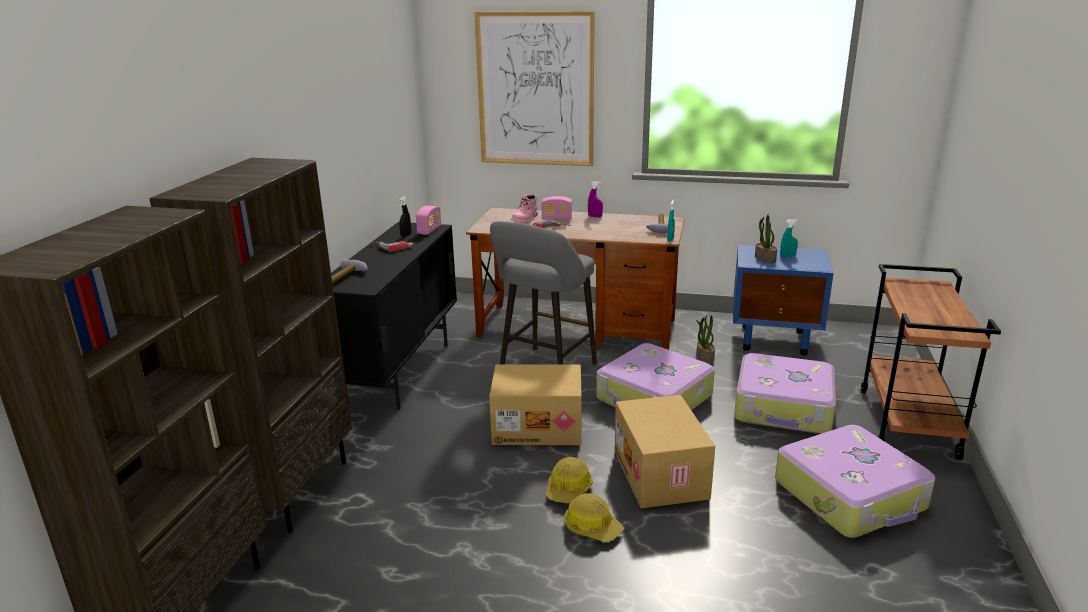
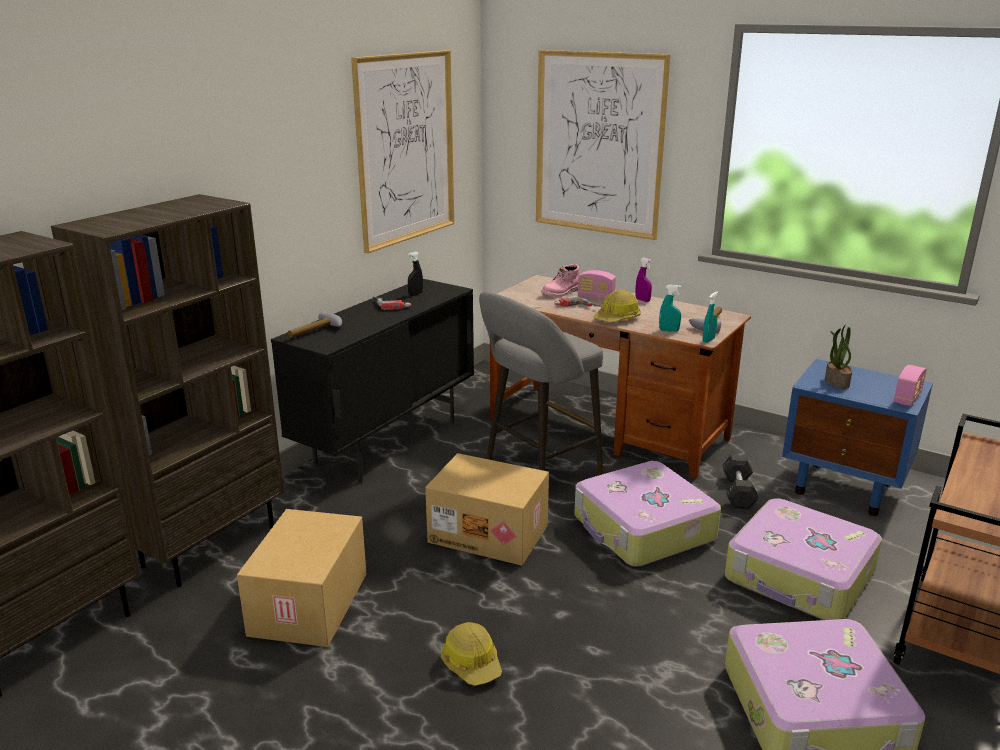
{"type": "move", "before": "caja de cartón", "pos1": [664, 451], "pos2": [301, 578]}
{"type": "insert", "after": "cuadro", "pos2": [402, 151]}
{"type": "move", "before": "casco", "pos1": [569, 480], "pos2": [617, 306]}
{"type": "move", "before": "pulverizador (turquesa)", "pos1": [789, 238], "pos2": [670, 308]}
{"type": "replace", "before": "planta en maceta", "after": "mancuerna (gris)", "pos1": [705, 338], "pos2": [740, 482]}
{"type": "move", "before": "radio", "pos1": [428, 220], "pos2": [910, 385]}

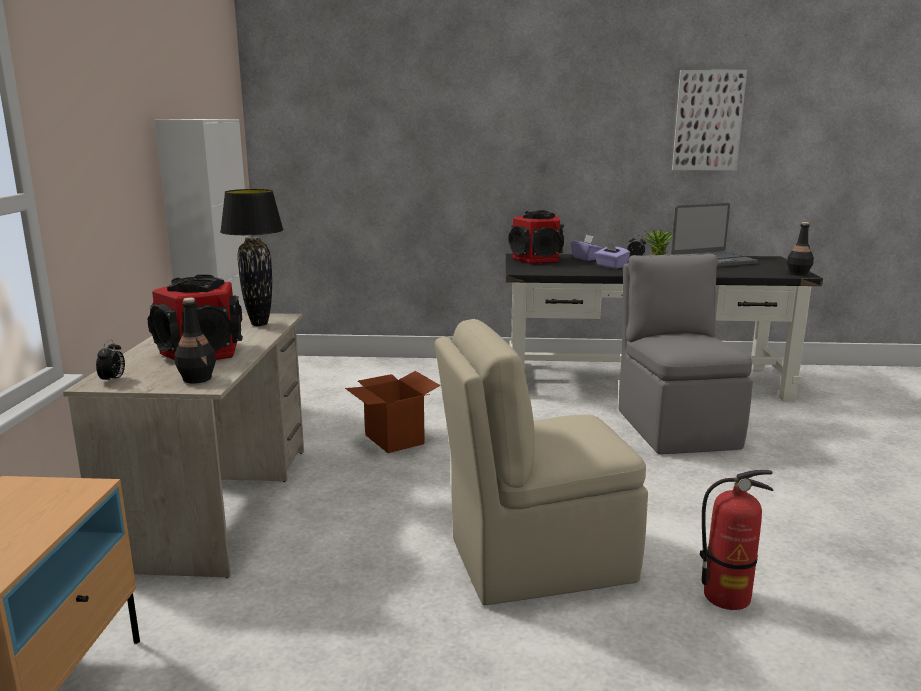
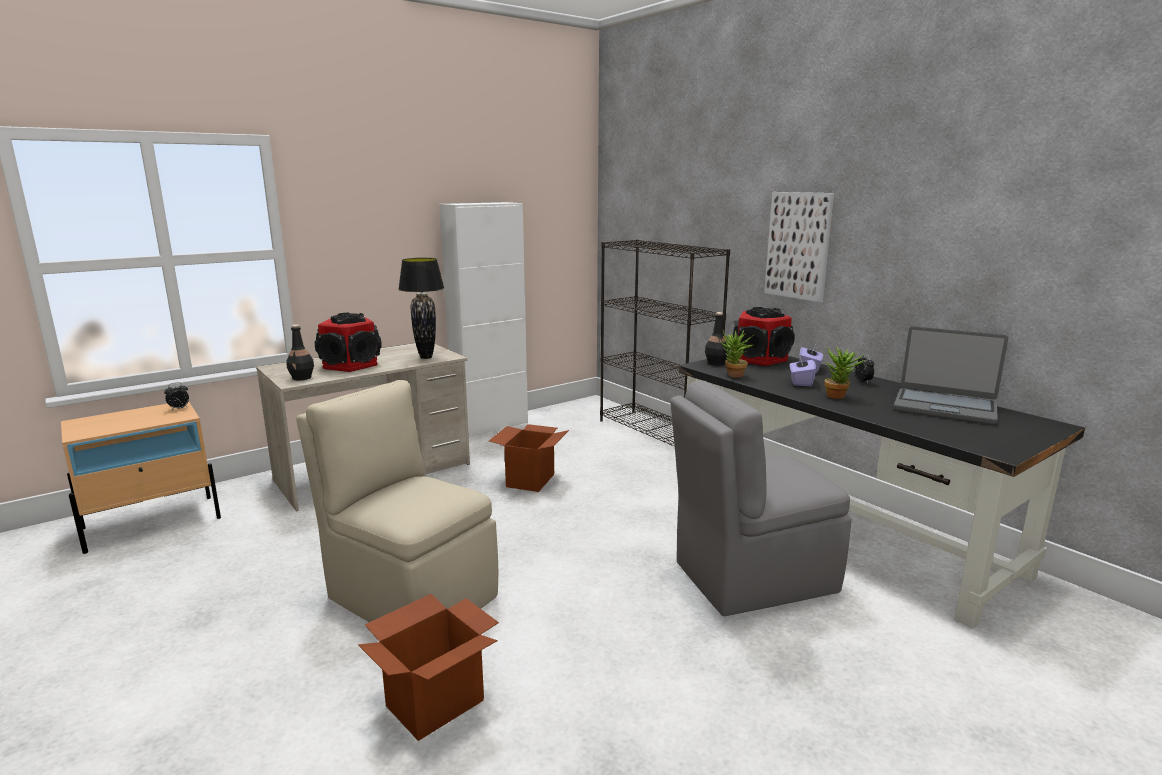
{"type": "move", "before": "despertador", "pos1": [110, 362], "pos2": [176, 396]}
{"type": "replace", "before": "extintor", "after": "caja de cartón", "pos1": [736, 540], "pos2": [428, 667]}
{"type": "insert", "after": "estantería (negro)", "pos2": [665, 343]}
{"type": "rotate", "before": "silla (gris)", "pos1": [686, 354], "pos2": [760, 498], "turn": -150}
{"type": "move", "before": "botella (negro)", "pos1": [800, 249], "pos2": [717, 338]}
{"type": "insert", "after": "planta en maceta", "pos2": [737, 354]}
{"type": "move", "before": "cuadro", "pos1": [709, 120], "pos2": [799, 247]}

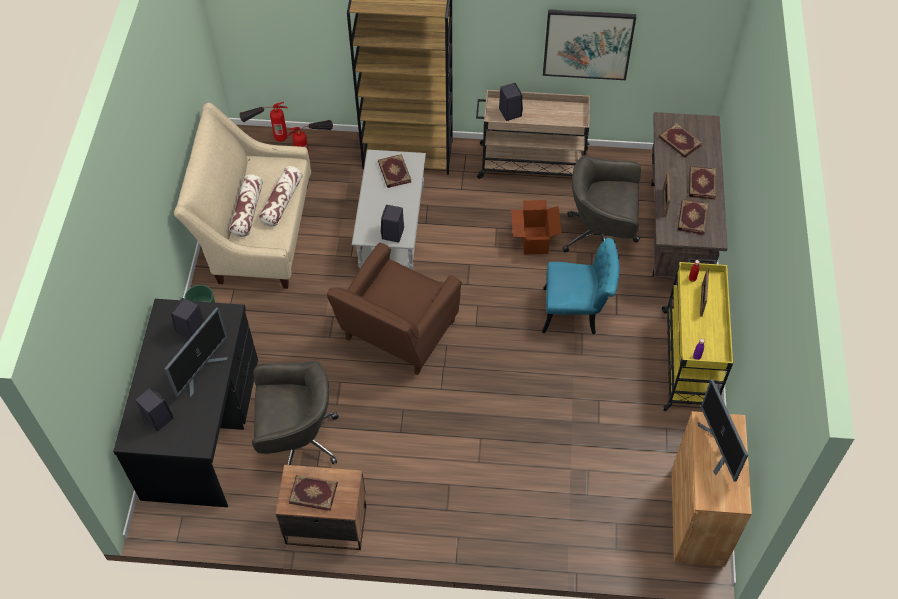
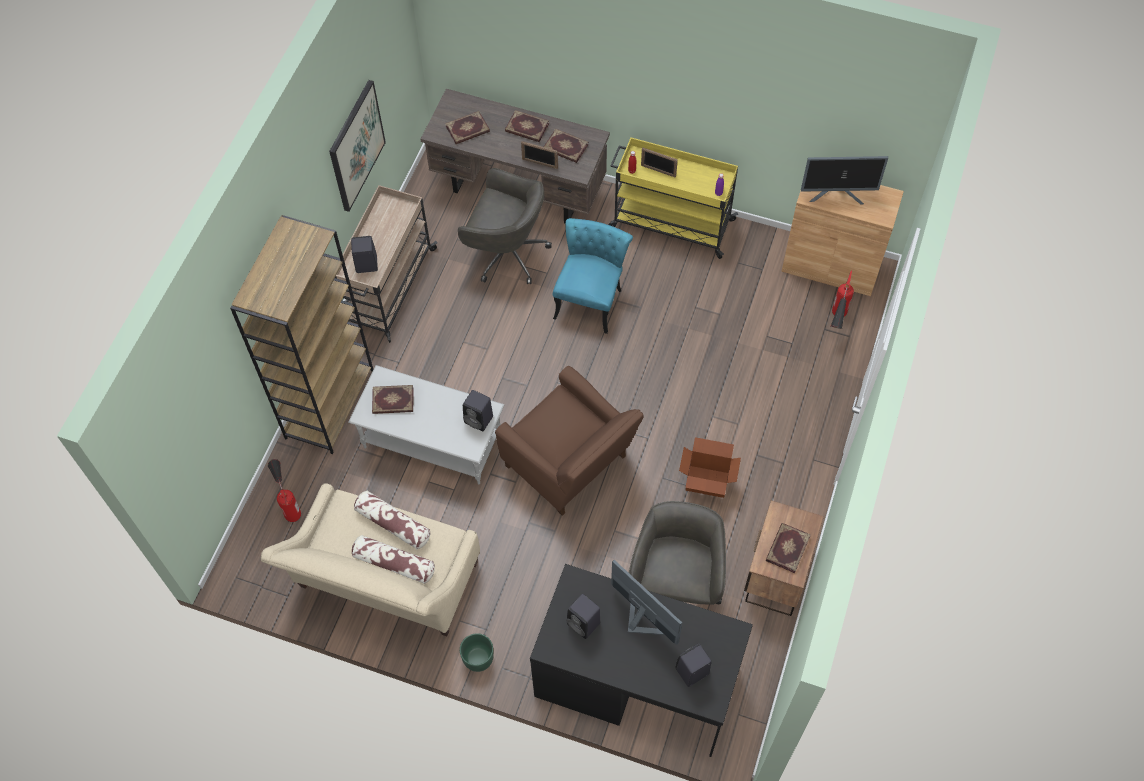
{"type": "rotate", "before": "silla de oficina (gris)", "pos1": [601, 204], "pos2": [505, 226], "turn": -90}
{"type": "move", "before": "caja de cartón", "pos1": [536, 227], "pos2": [710, 467]}
{"type": "move", "before": "extintor", "pos1": [263, 122], "pos2": [842, 300]}

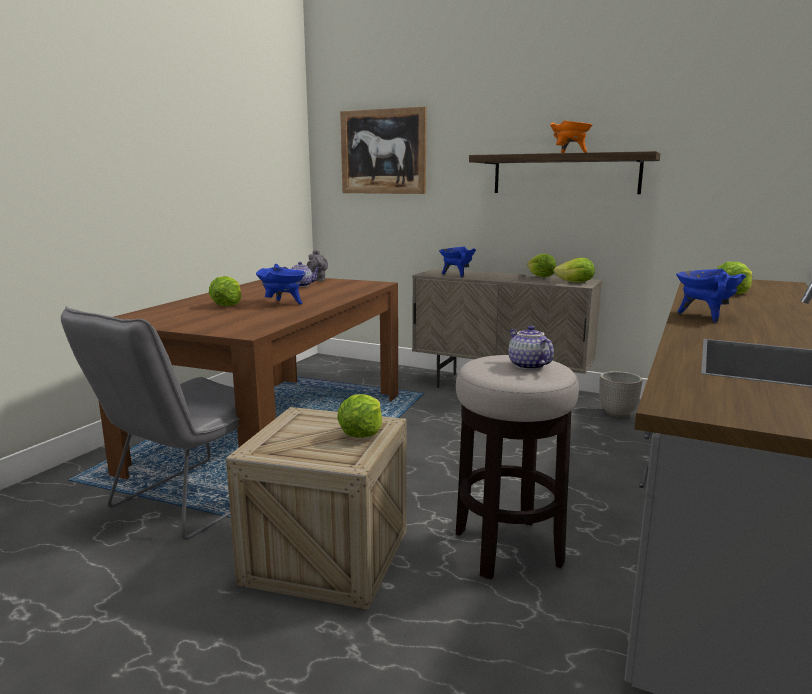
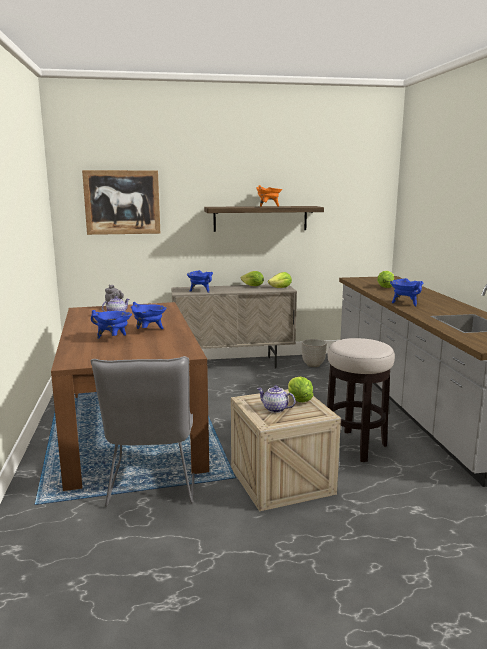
{"type": "replace", "before": "lechuga", "after": "olla (azul)", "pos1": [225, 291], "pos2": [111, 324]}
{"type": "move", "before": "tetera", "pos1": [531, 347], "pos2": [276, 399]}

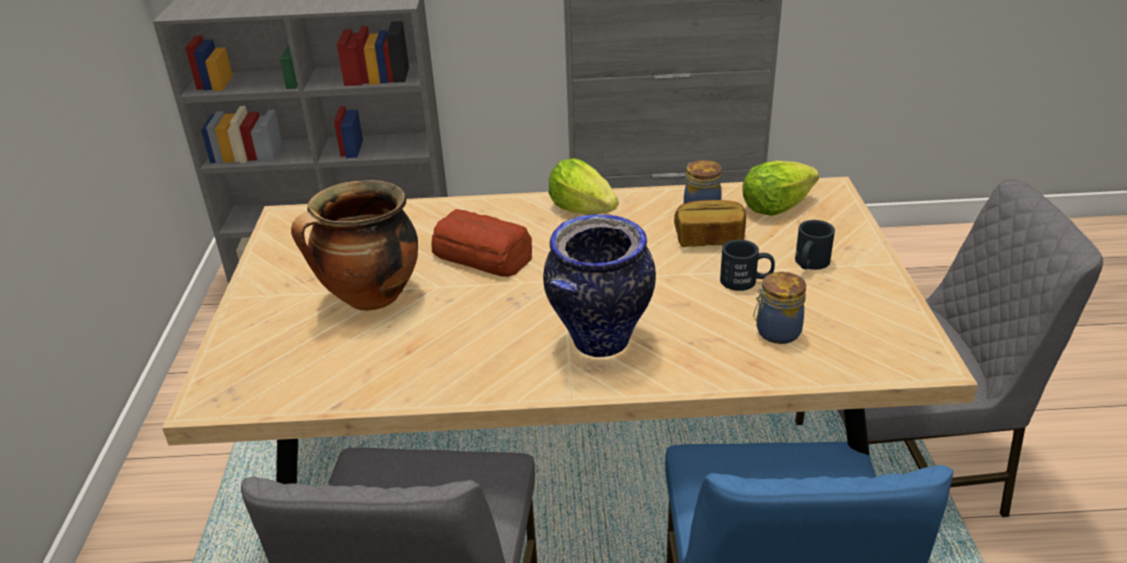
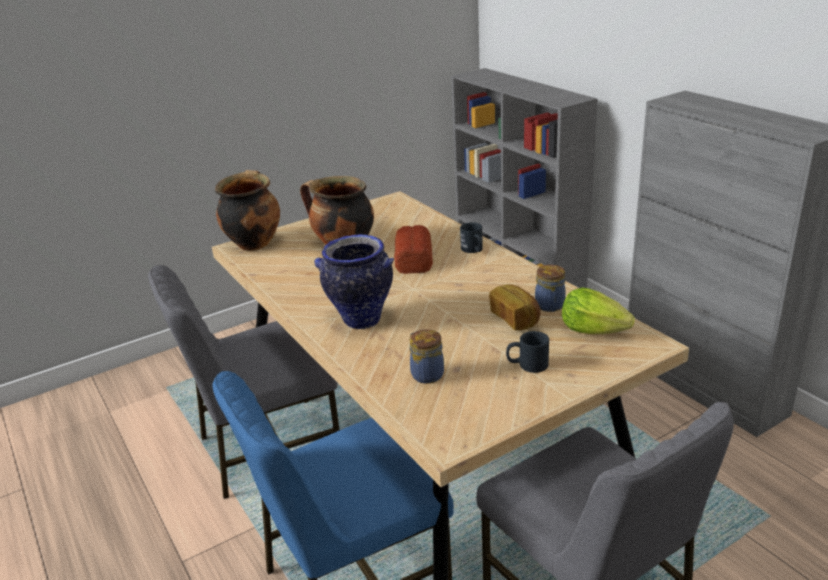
{"type": "insert", "after": "olla", "pos2": [247, 210]}
{"type": "move", "before": "taza grande (negro)", "pos1": [747, 265], "pos2": [471, 237]}
{"type": "delete", "before": "lechuga", "pos1": [583, 186]}

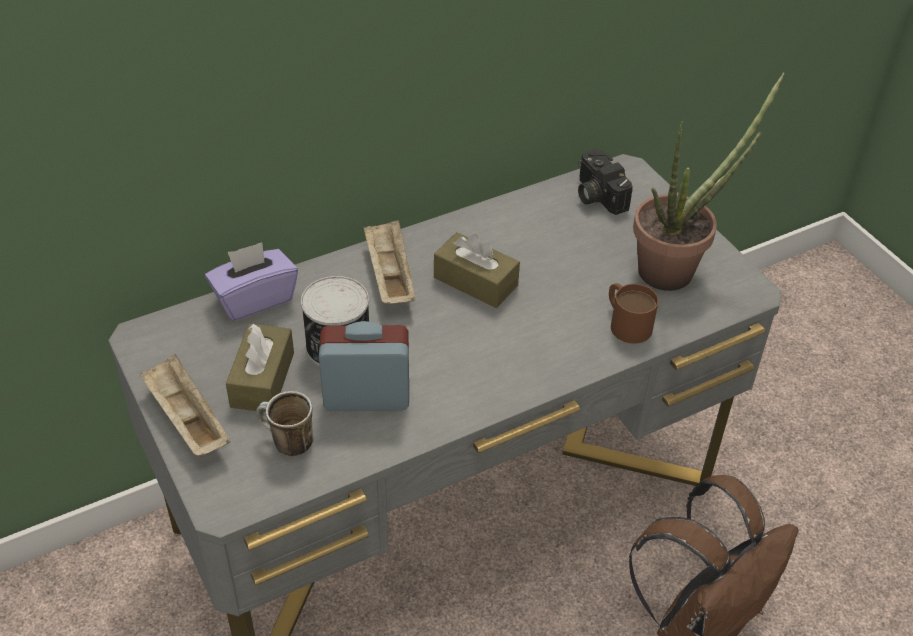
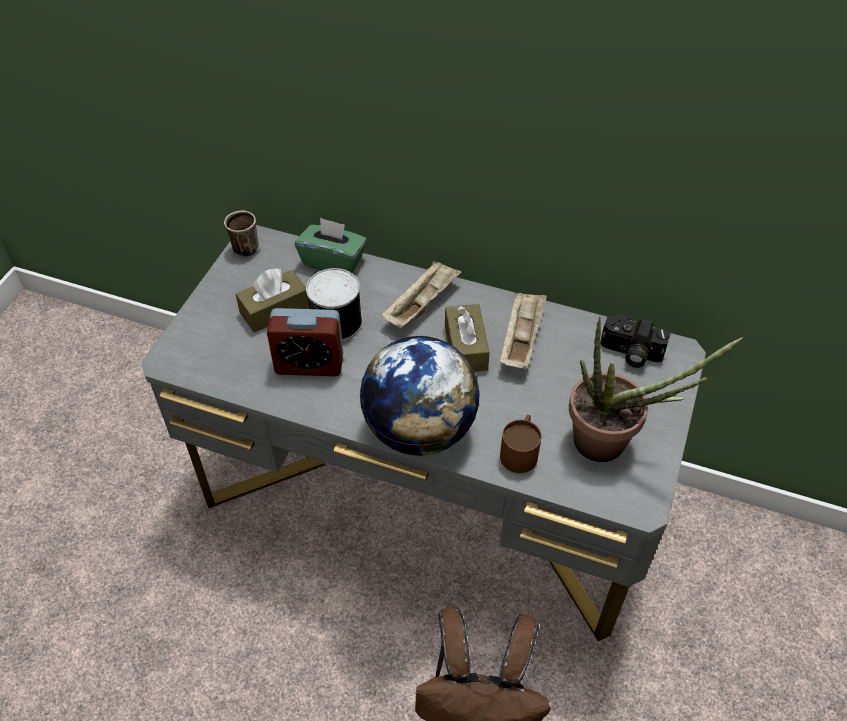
{"type": "move", "before": "taza grande", "pos1": [285, 424], "pos2": [241, 233]}
{"type": "rotate", "before": "despertador", "pos1": [364, 366], "pos2": [305, 342], "turn": 135}
{"type": "recolor", "before": "caja de pañuelos (morado)", "after": "caja de pañuelos (verde)", "pos1": [251, 281], "pos2": [331, 245]}
{"type": "insert", "after": "globo terráqueo", "pos2": [419, 396]}
{"type": "move", "before": "bandeja (beis)", "pos1": [185, 405], "pos2": [523, 330]}
{"type": "rotate", "before": "cámara", "pos1": [605, 182], "pos2": [635, 341], "turn": -90}

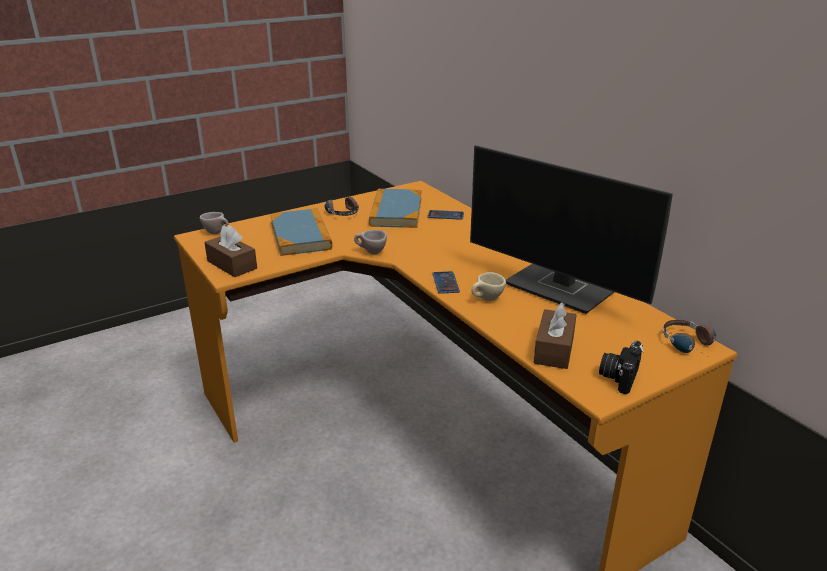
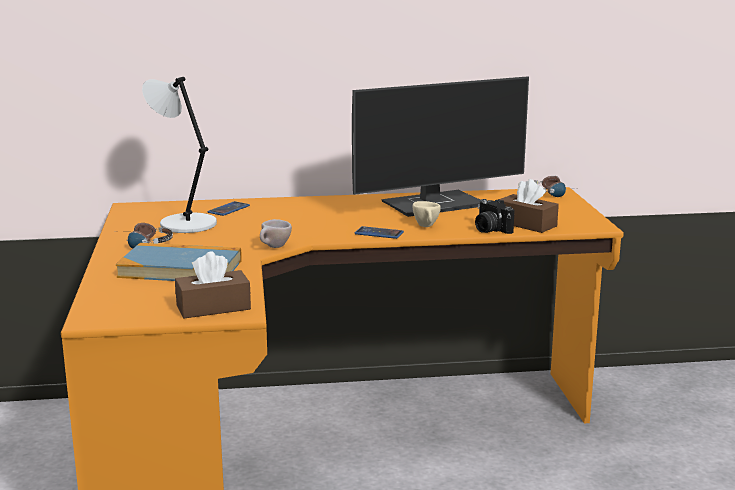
{"type": "replace", "before": "libro", "after": "lámpara de mesa (gris)", "pos1": [395, 208], "pos2": [179, 155]}
{"type": "move", "before": "cámara", "pos1": [621, 367], "pos2": [495, 216]}
{"type": "delete", "before": "taza (beis)", "pos1": [214, 223]}

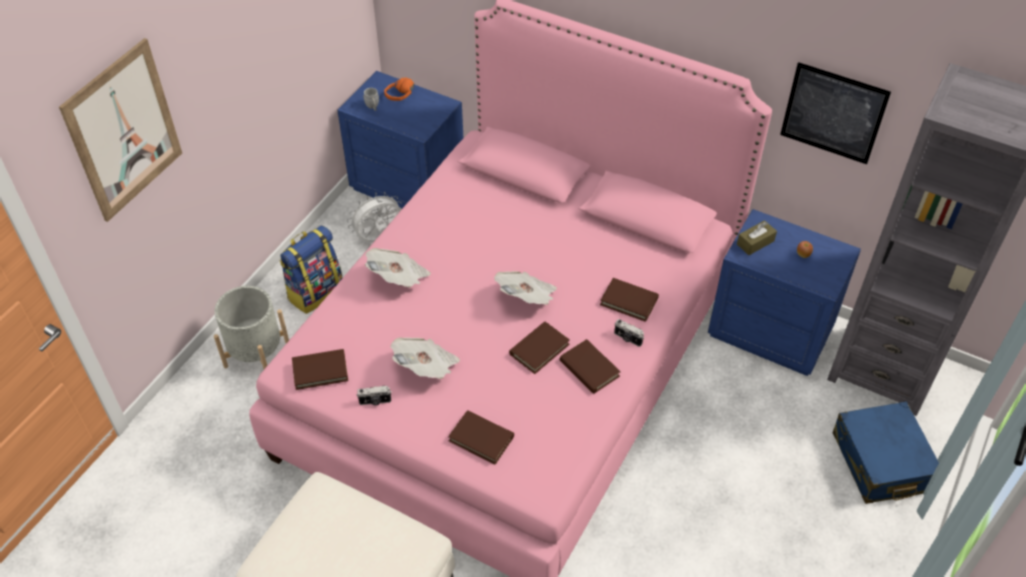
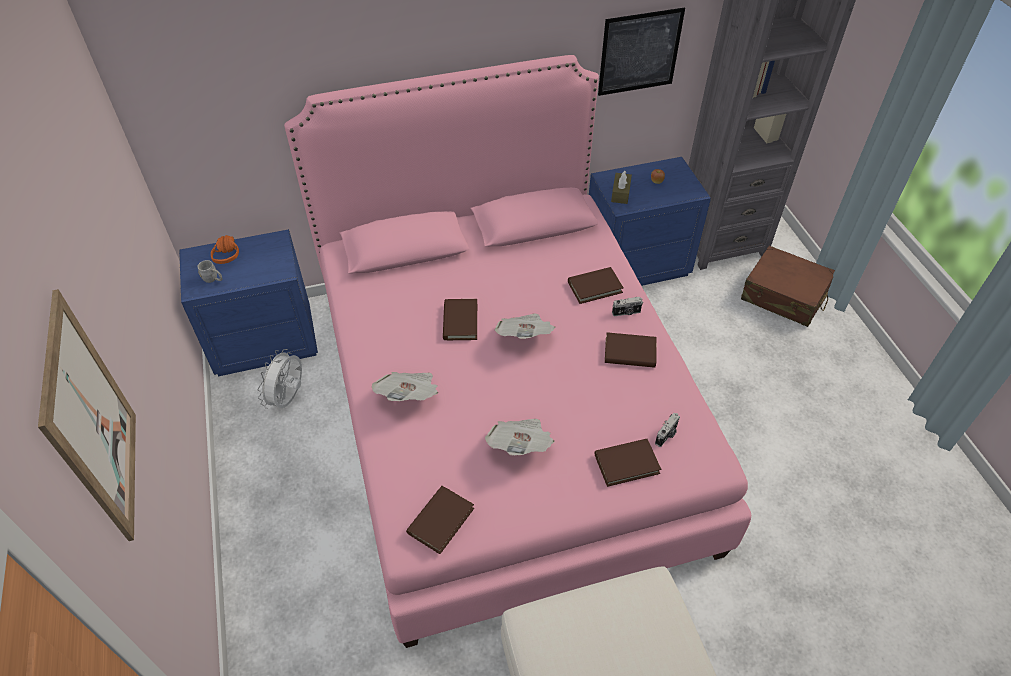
{"type": "move", "before": "libro (marrón)", "pos1": [539, 348], "pos2": [460, 319]}
{"type": "move", "before": "cámara", "pos1": [374, 395], "pos2": [667, 430]}
{"type": "recolor", "before": "maleta (azul)", "after": "maleta (marrón)", "pos1": [886, 452], "pos2": [788, 286]}
{"type": "delete", "before": "maceta (gris)", "pos1": [251, 327]}
{"type": "delete", "before": "mochila", "pos1": [311, 269]}

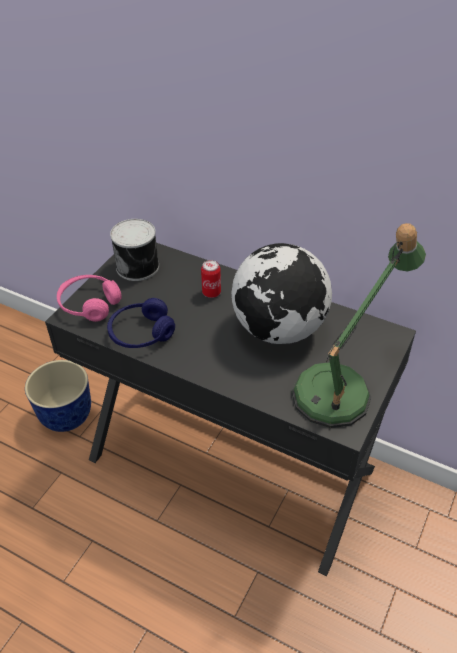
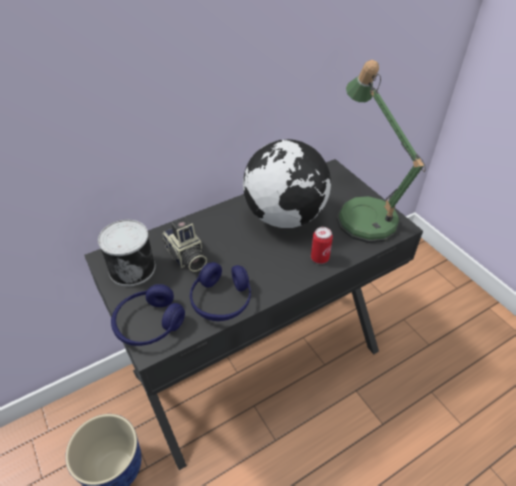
{"type": "recolor", "before": "auriculares (rosa)", "after": "auriculares (azul)", "pos1": [89, 298], "pos2": [148, 315]}
{"type": "insert", "after": "cámara", "pos2": [184, 245]}
{"type": "move", "before": "lata", "pos1": [211, 279], "pos2": [322, 245]}

